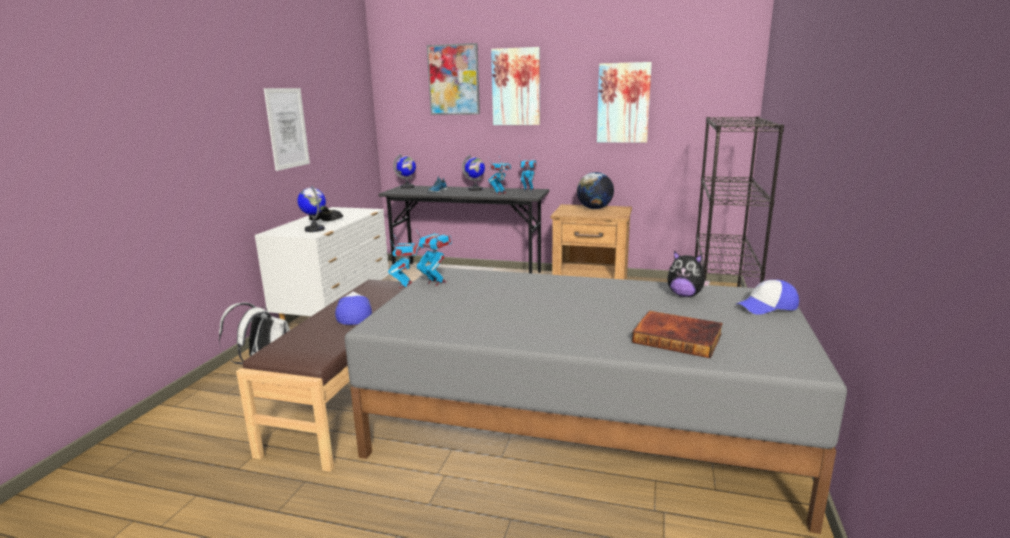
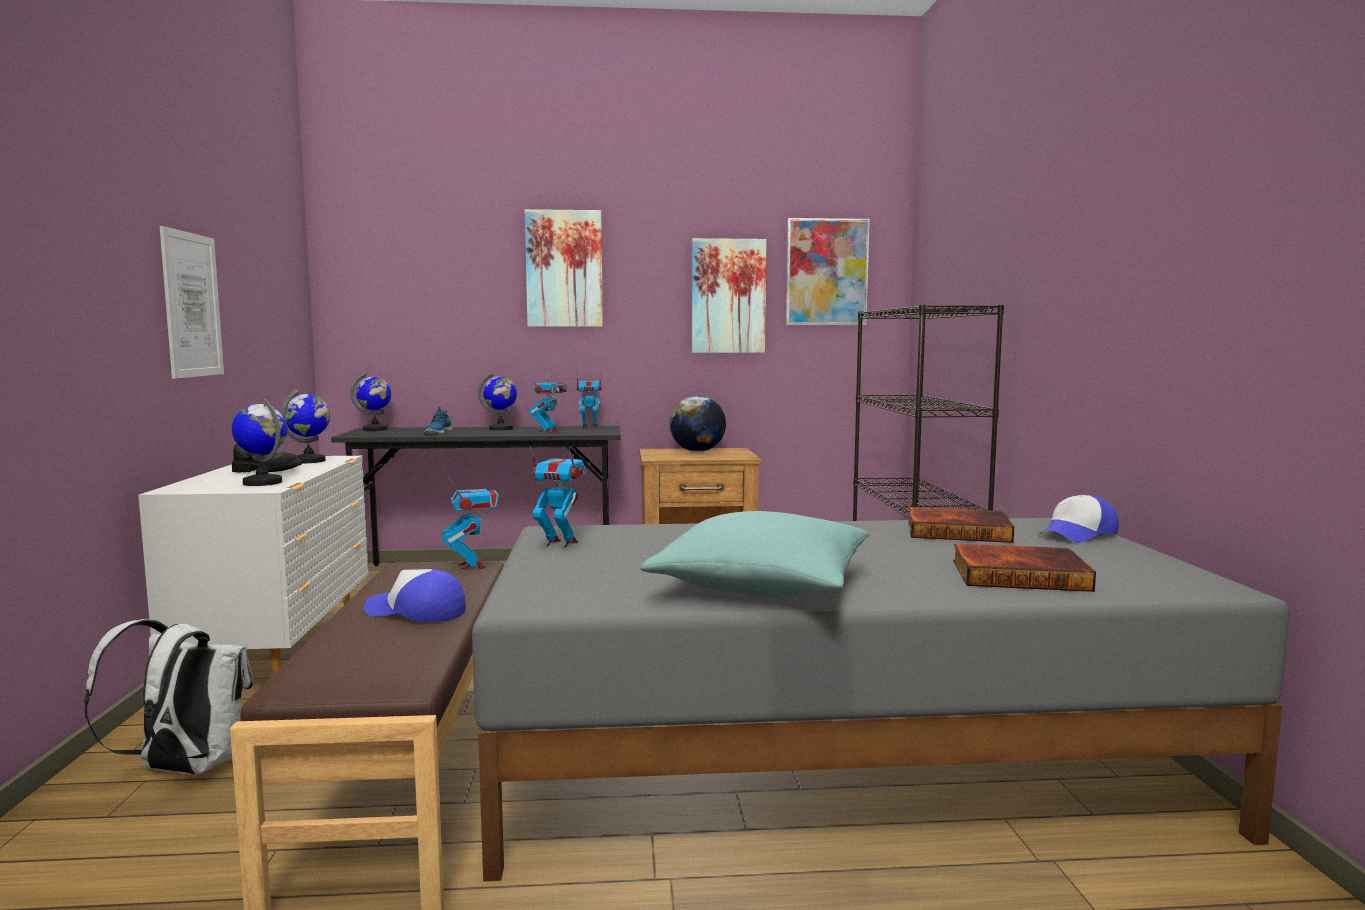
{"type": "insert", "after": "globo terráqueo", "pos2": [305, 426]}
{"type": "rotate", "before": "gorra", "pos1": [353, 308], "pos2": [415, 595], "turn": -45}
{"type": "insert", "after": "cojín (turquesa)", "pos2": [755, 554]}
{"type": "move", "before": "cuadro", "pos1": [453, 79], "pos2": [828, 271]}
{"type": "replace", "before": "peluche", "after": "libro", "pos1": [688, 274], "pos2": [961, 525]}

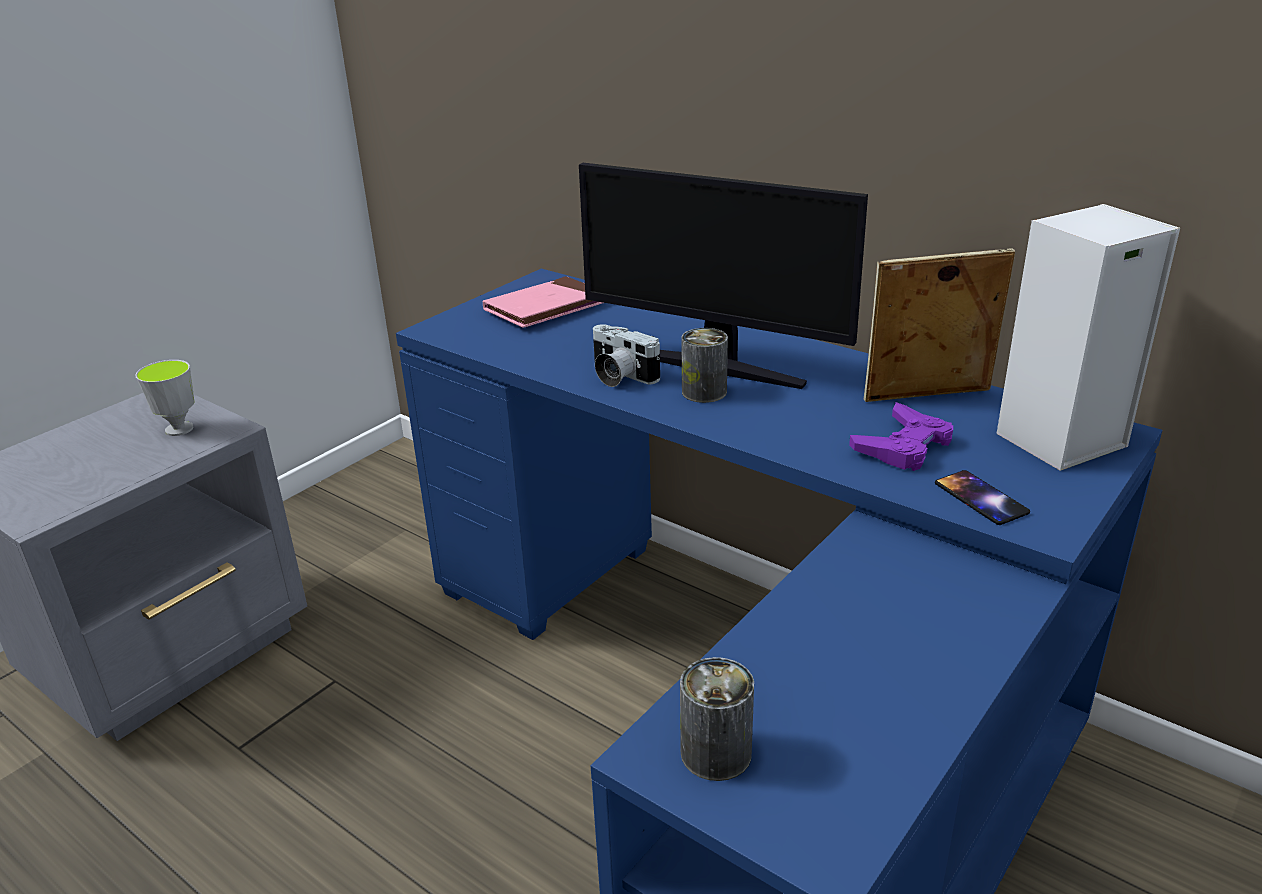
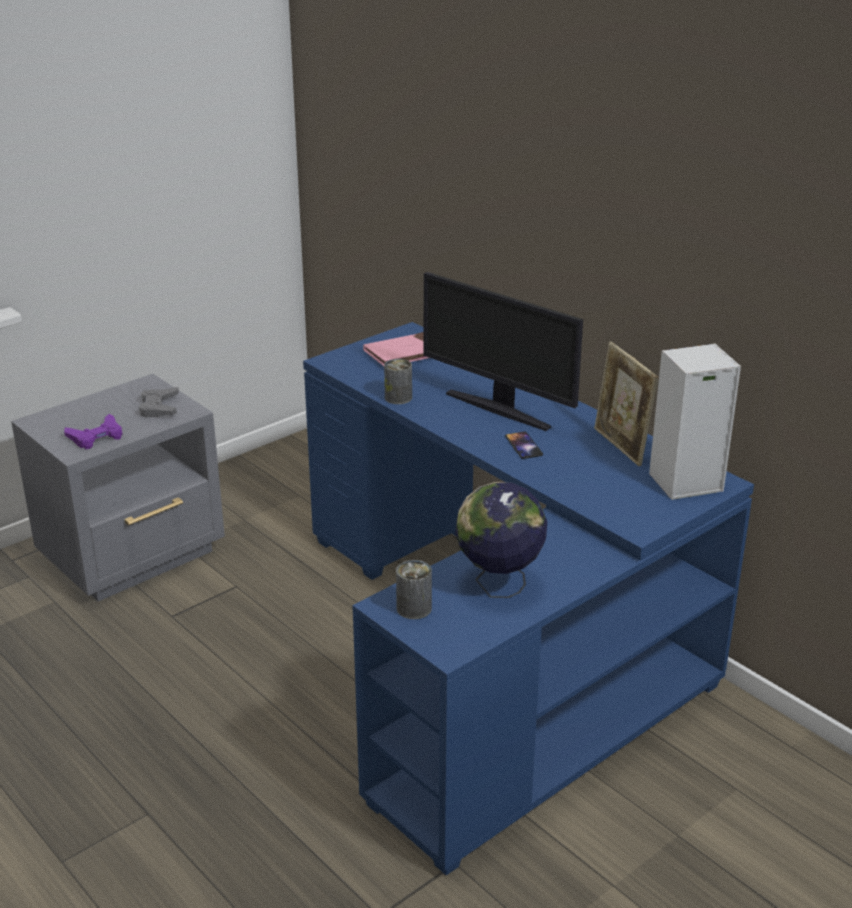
{"type": "move", "before": "mando de consola (morado)", "pos1": [901, 436], "pos2": [93, 431]}
{"type": "replace", "before": "taza", "after": "mando de consola (gris)", "pos1": [165, 398], "pos2": [159, 402]}
{"type": "move", "before": "lata", "pos1": [704, 365], "pos2": [398, 381]}
{"type": "insert", "after": "globo terráqueo", "pos2": [501, 540]}
{"type": "move", "before": "móvil", "pos1": [982, 497], "pos2": [524, 445]}
{"type": "rotate", "before": "portarretratos", "pos1": [939, 325], "pos2": [626, 404], "turn": -120}
{"type": "delete", "before": "cámara", "pos1": [626, 355]}

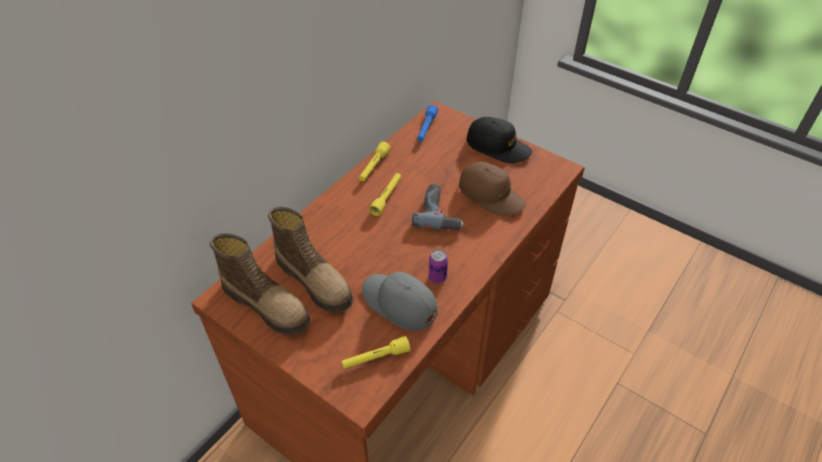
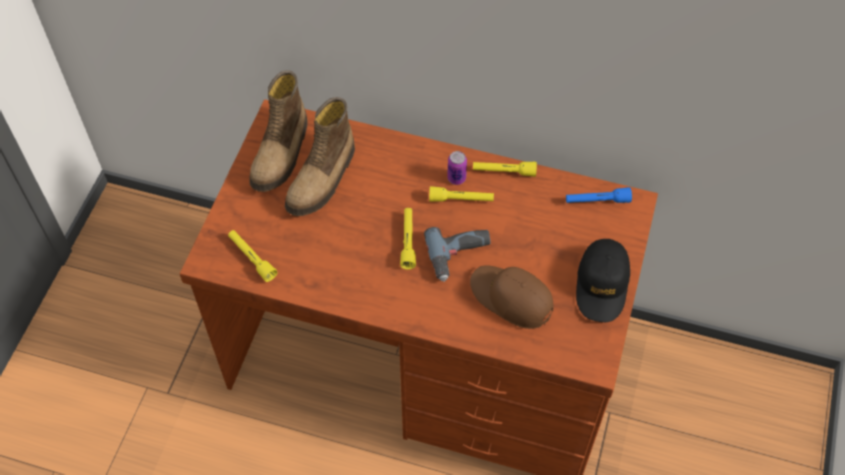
{"type": "insert", "after": "linterna (amarillo)", "pos2": [408, 239]}
{"type": "move", "before": "lata", "pos1": [438, 267], "pos2": [457, 168]}
{"type": "rotate", "before": "gorra (marrón)", "pos1": [492, 188], "pos2": [511, 297], "turn": 105}
{"type": "delete", "before": "gorra (gris)", "pos1": [400, 301]}

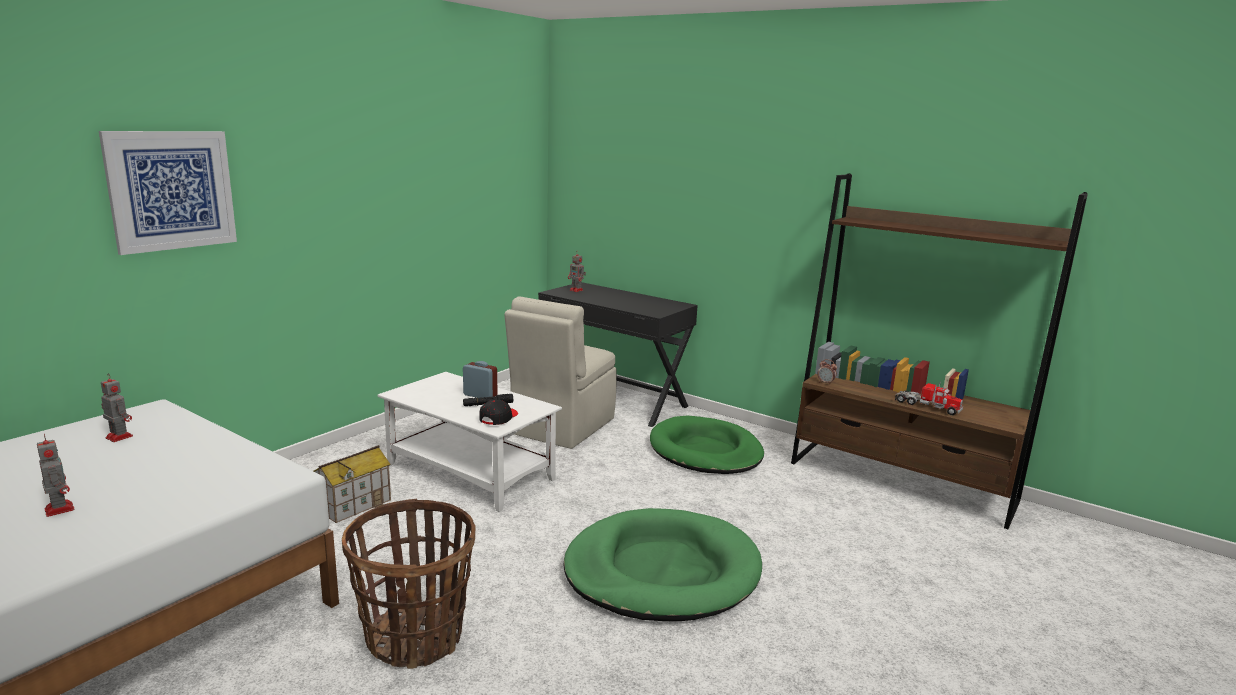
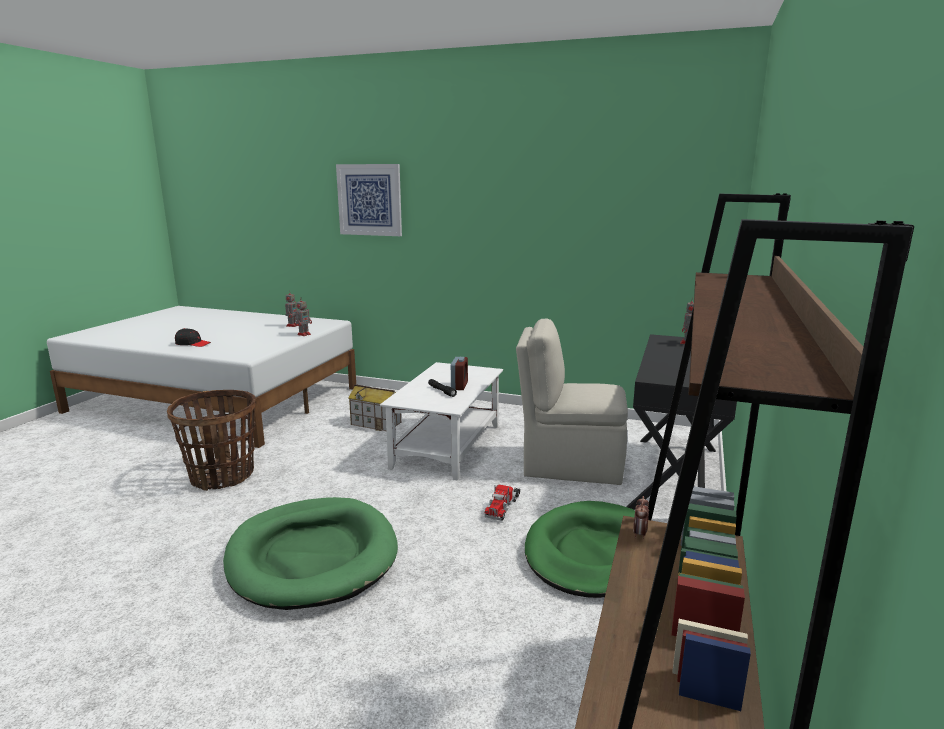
{"type": "move", "before": "gorra (negro)", "pos1": [498, 412], "pos2": [193, 337]}
{"type": "move", "before": "robot de juguete", "pos1": [56, 475], "pos2": [303, 316]}
{"type": "move", "before": "camión de juguete", "pos1": [929, 398], "pos2": [502, 503]}

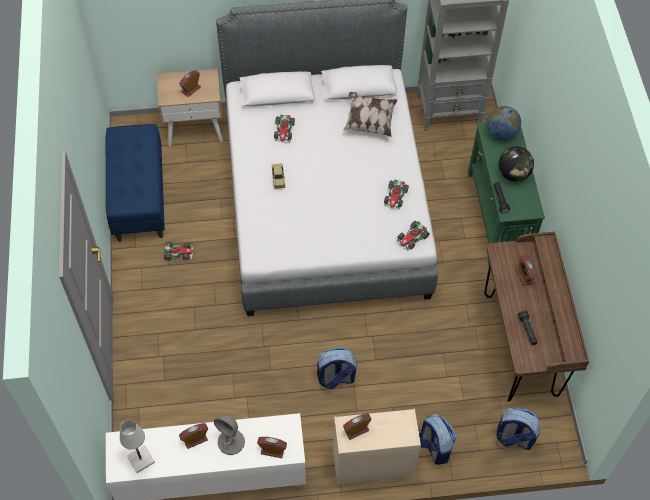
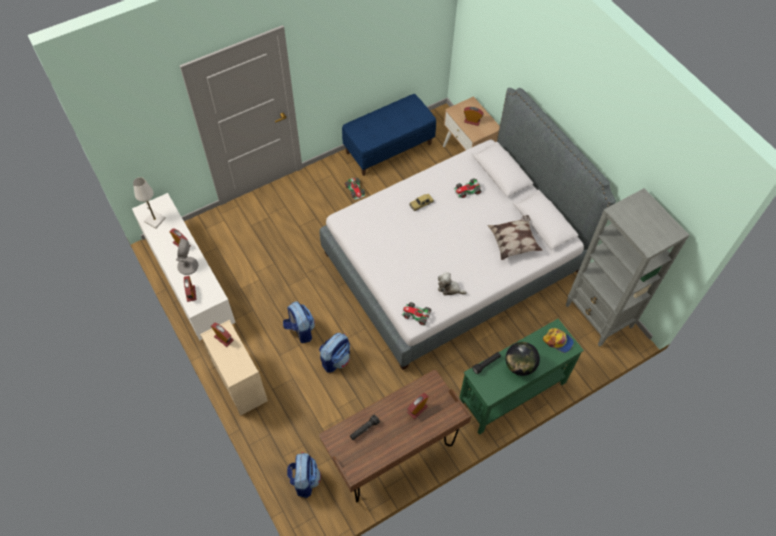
{"type": "move", "before": "mochila", "pos1": [438, 439], "pos2": [334, 353]}
{"type": "replace", "before": "coche de juguete", "after": "peluche", "pos1": [396, 195], "pos2": [452, 284]}
{"type": "replace", "before": "globo terráqueo", "after": "gorra", "pos1": [504, 123], "pos2": [558, 340]}

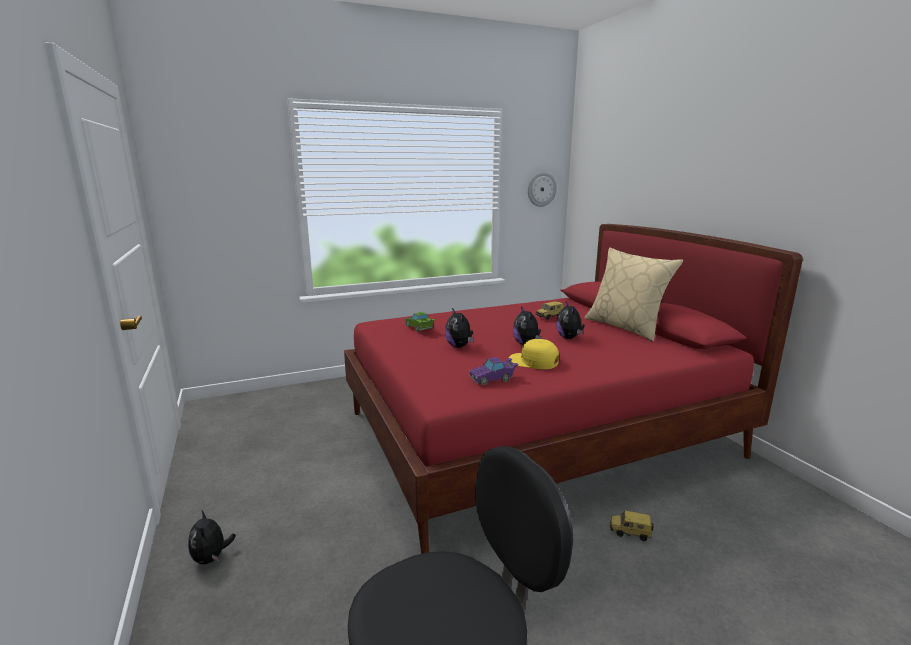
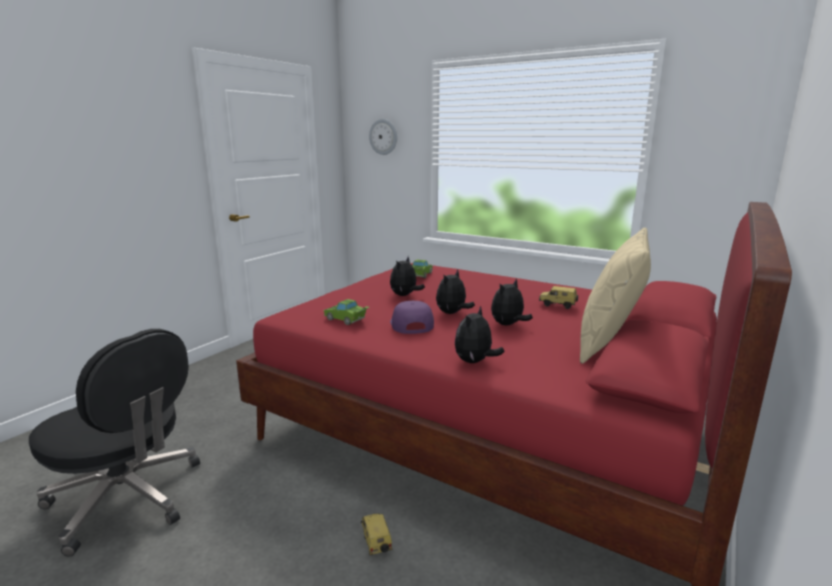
{"type": "recolor", "before": "coche de juguete (morado)", "after": "coche de juguete (verde)", "pos1": [494, 371], "pos2": [346, 312]}
{"type": "move", "before": "reloj de pared", "pos1": [542, 189], "pos2": [383, 137]}
{"type": "recolor", "before": "gorra (amarillo)", "after": "gorra (morado)", "pos1": [534, 354], "pos2": [412, 317]}
{"type": "move", "before": "peluche", "pos1": [212, 537], "pos2": [480, 334]}

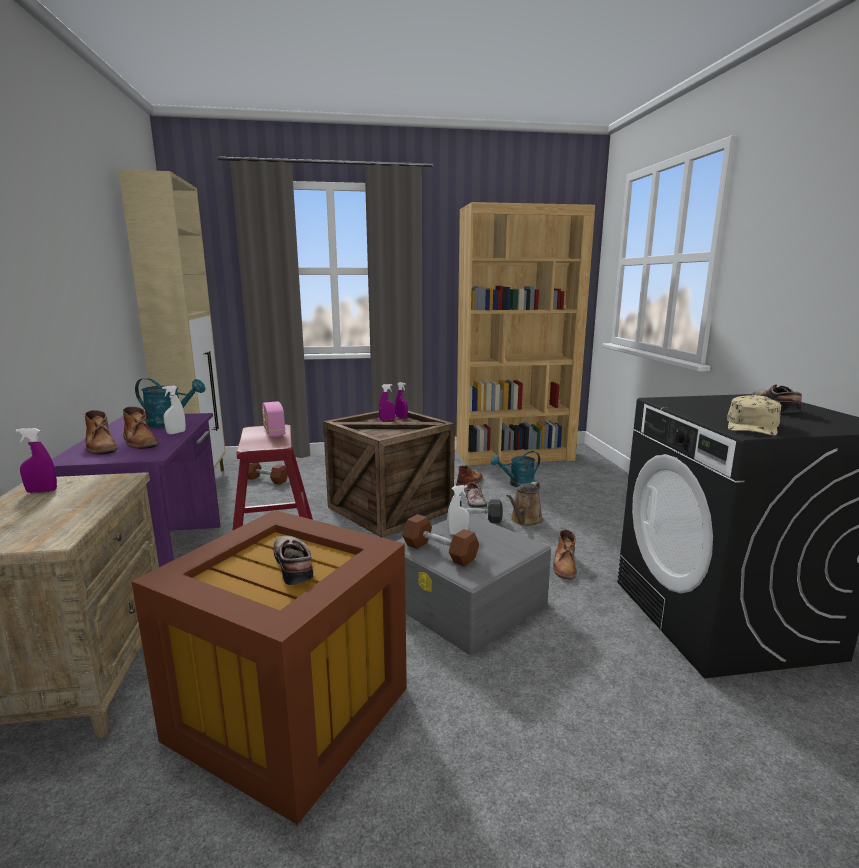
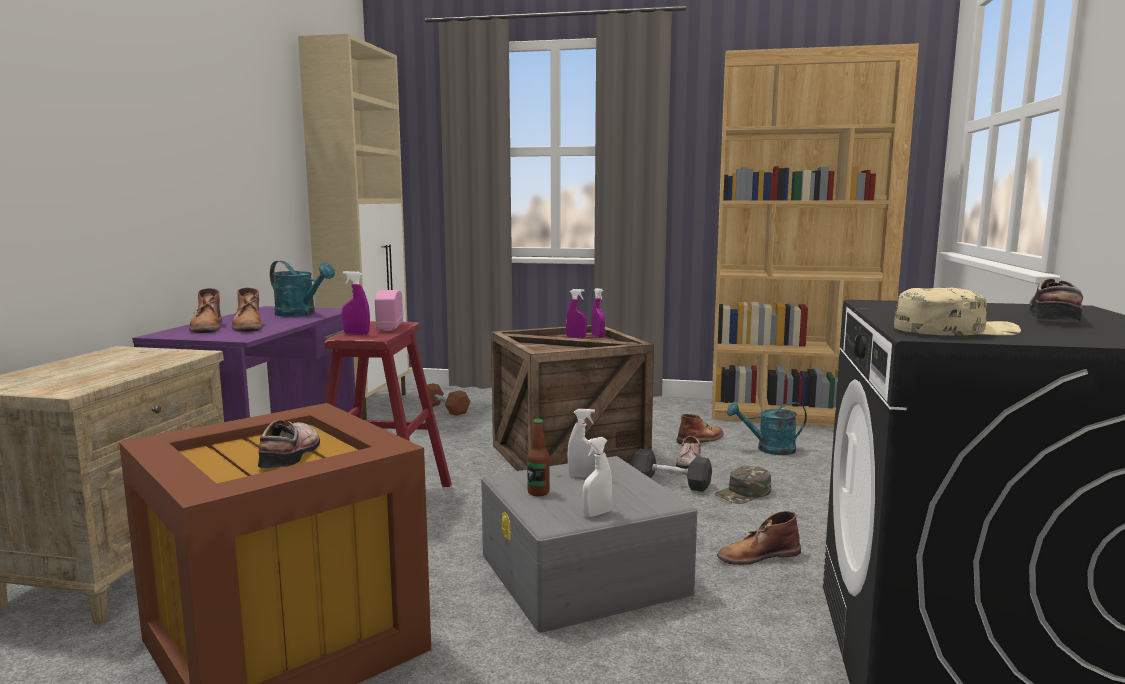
{"type": "move", "before": "pulverizador (morado)", "pos1": [36, 460], "pos2": [356, 303]}
{"type": "replace", "before": "mancuerna (marrón)", "after": "botella", "pos1": [440, 540], "pos2": [538, 457]}
{"type": "move", "before": "pulverizador (blanco)", "pos1": [174, 409], "pos2": [597, 477]}
{"type": "replace", "before": "regadera (marrón)", "after": "gorra (verde)", "pos1": [524, 504], "pos2": [742, 485]}
{"type": "rotate", "before": "bota (marrón)", "pos1": [565, 554], "pos2": [759, 538], "turn": 45}
{"type": "rotate", "before": "gorra (beis)", "pos1": [754, 415], "pos2": [957, 311], "turn": -150}

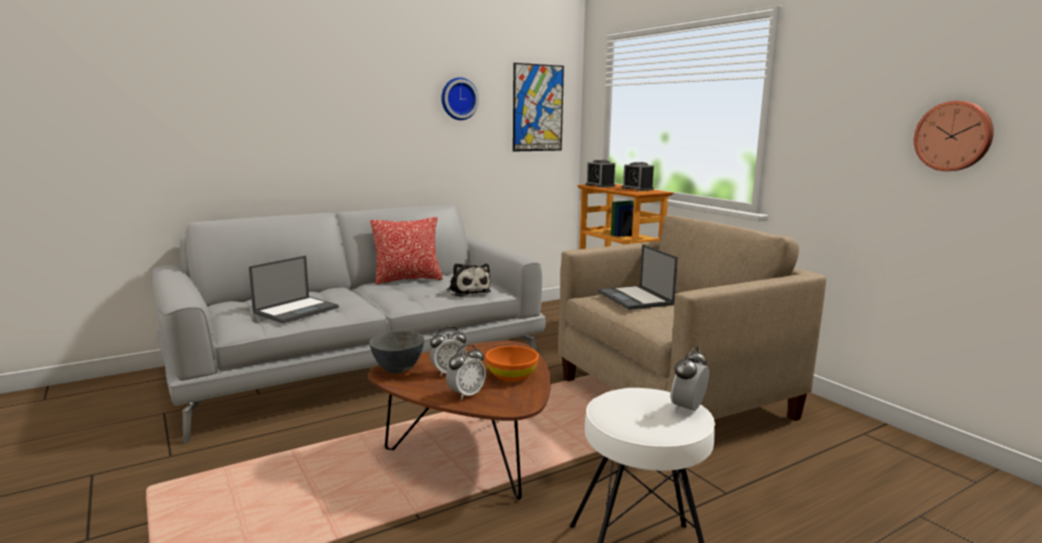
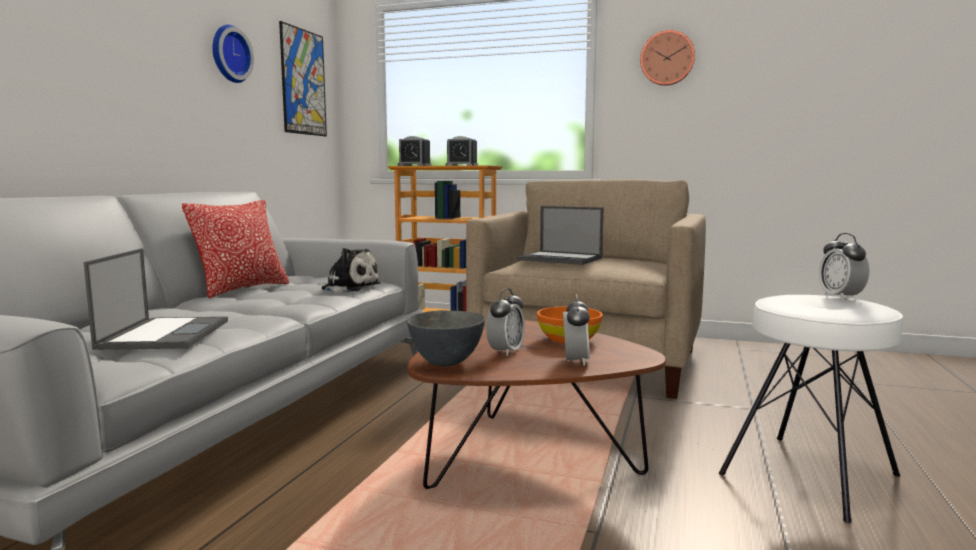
{"type": "move", "before": "reloj de pared", "pos1": [954, 136], "pos2": [667, 58]}

